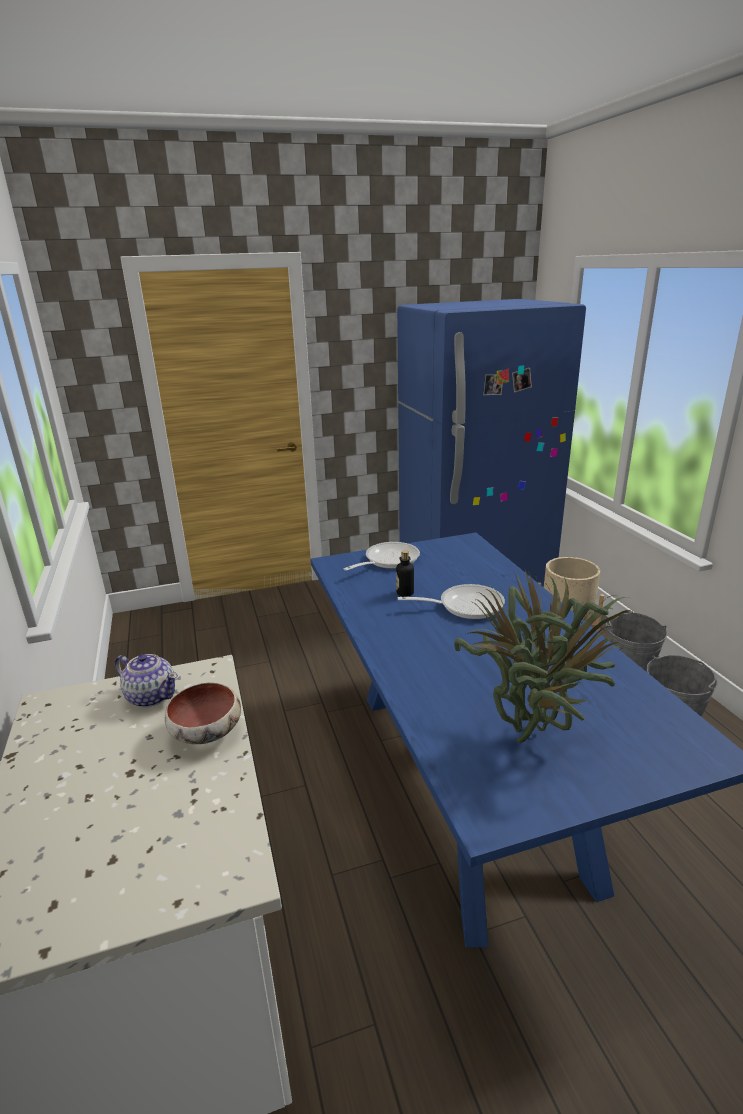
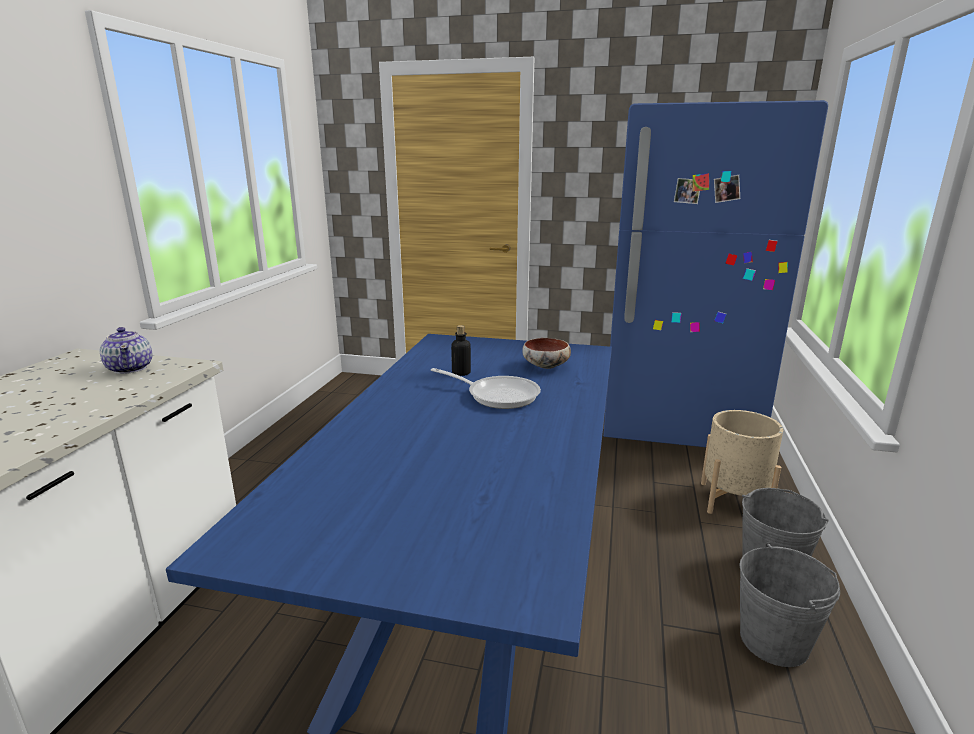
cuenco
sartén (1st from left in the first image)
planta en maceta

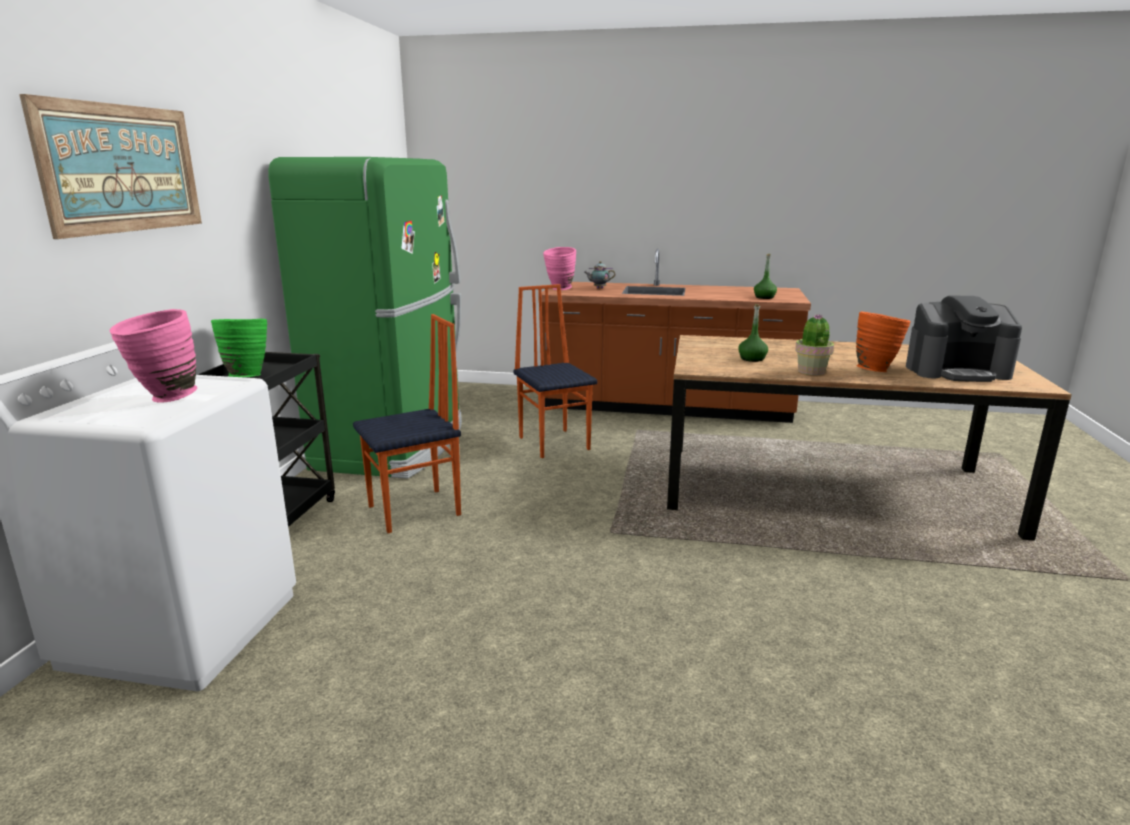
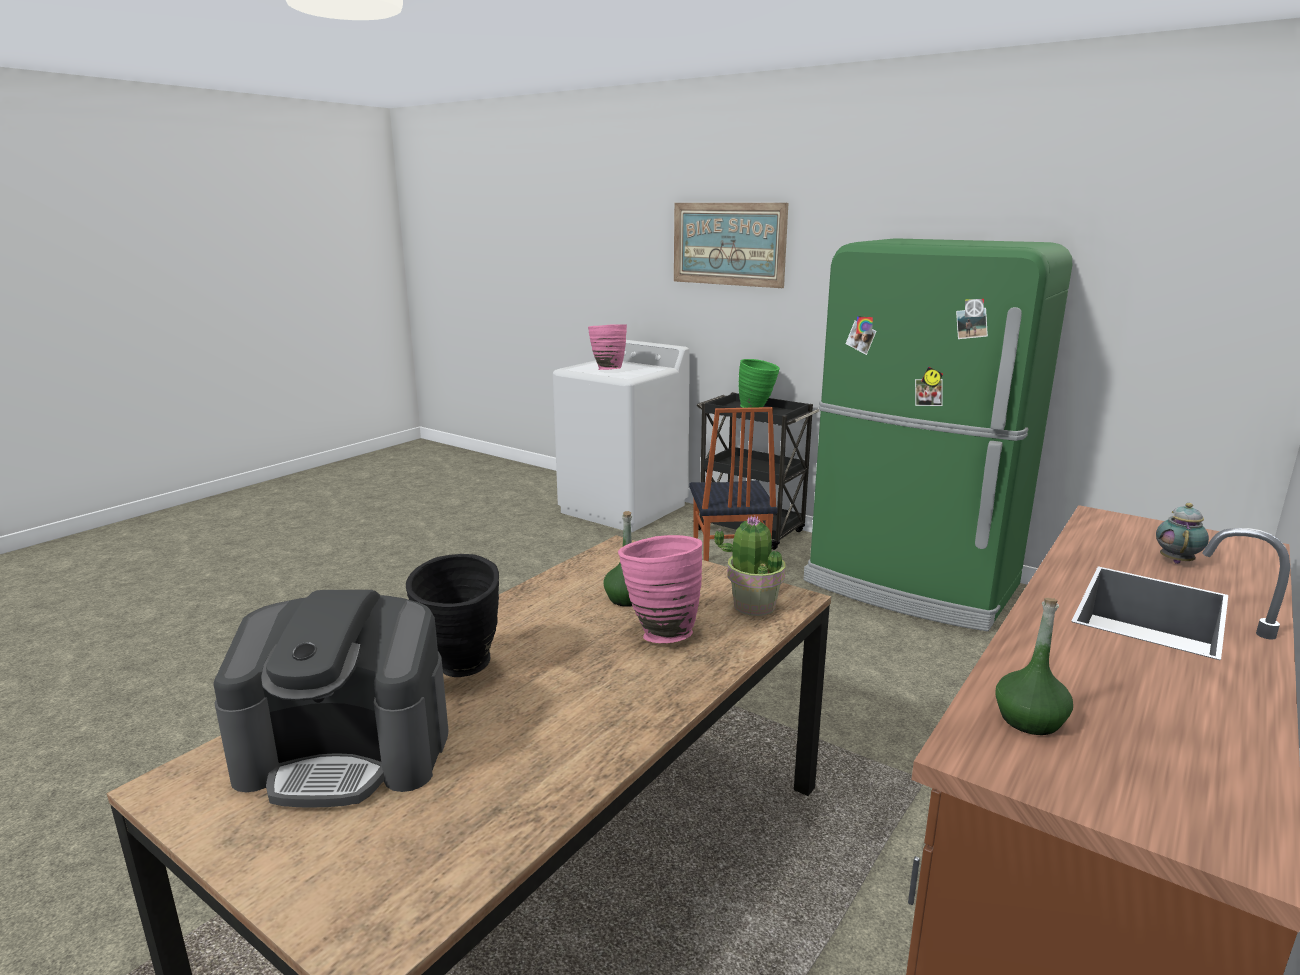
silla (2nd from left in the first image)
florero [rosa] (2nd from left)
planta en maceta
florero [negro]
cafetera

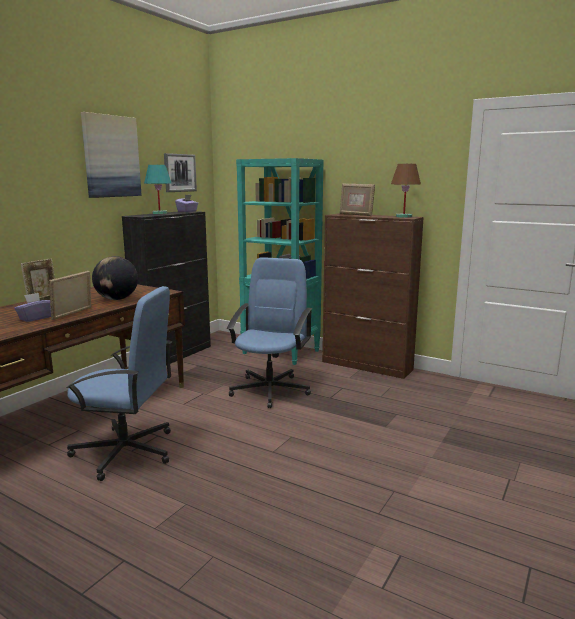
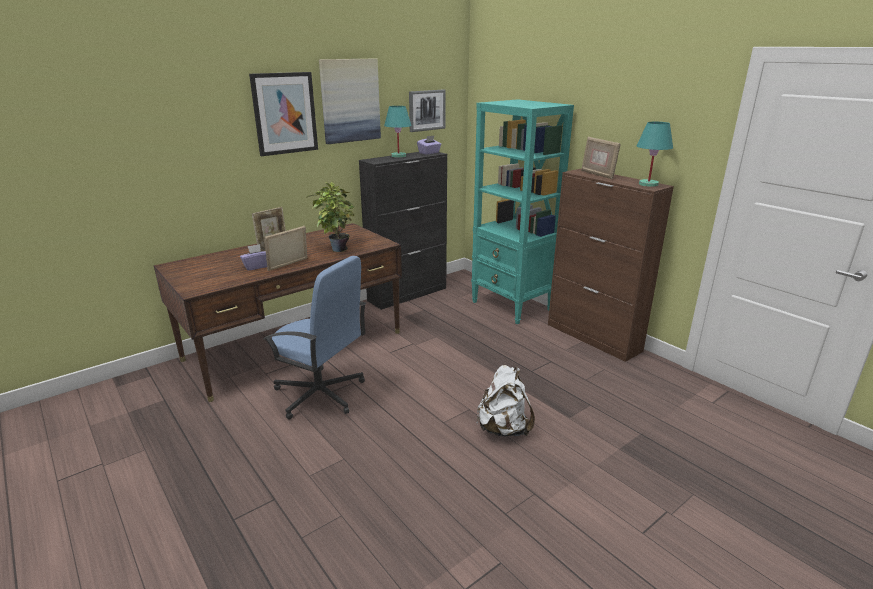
planta en maceta
silla de oficina [azul] (2nd from left in the first image)
lámpara de mesa [turquesa] (2nd from left)
cuadro (1st from left)
mochila [blanco]

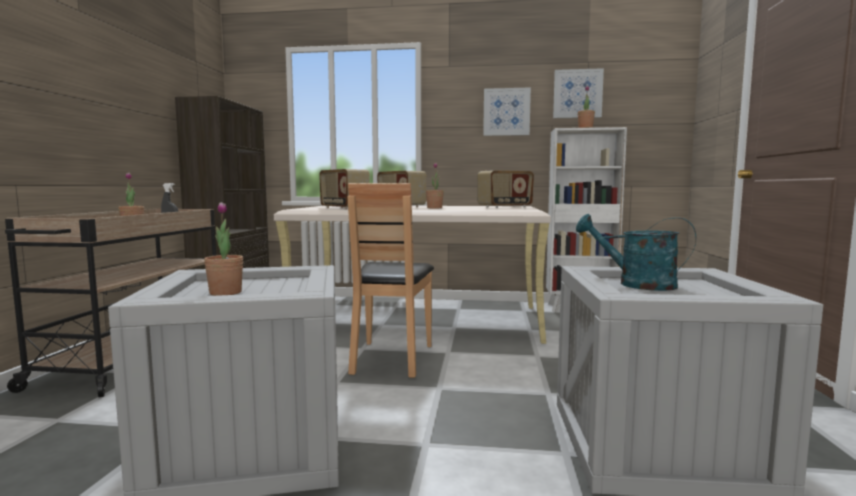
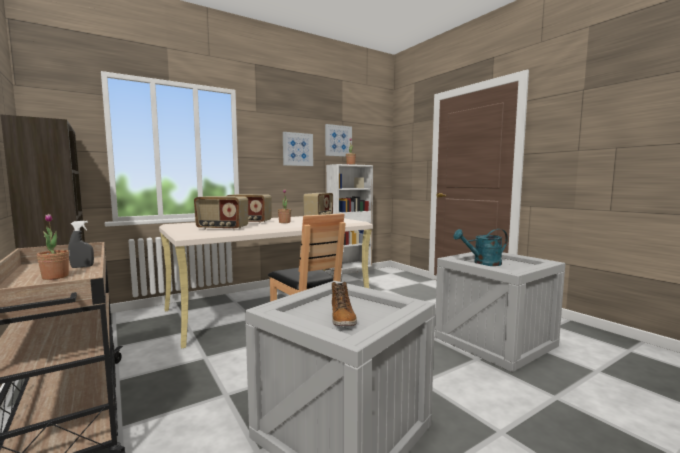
bota

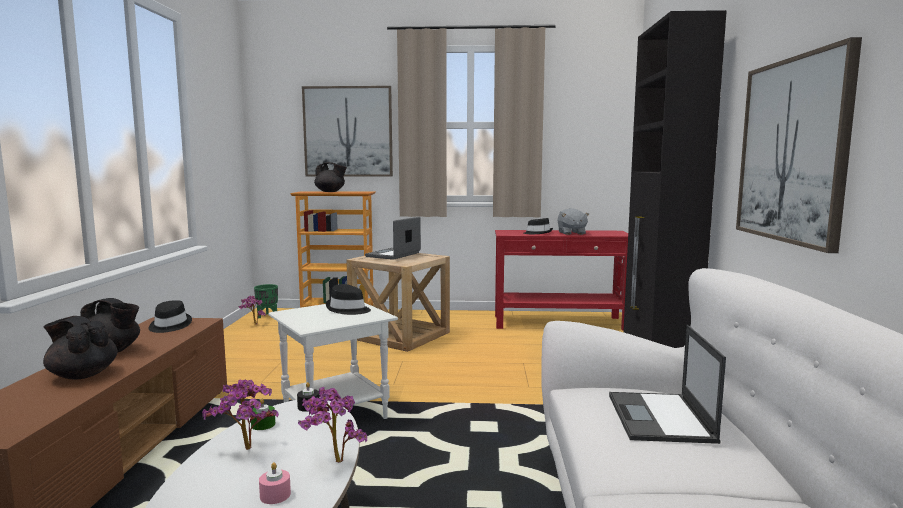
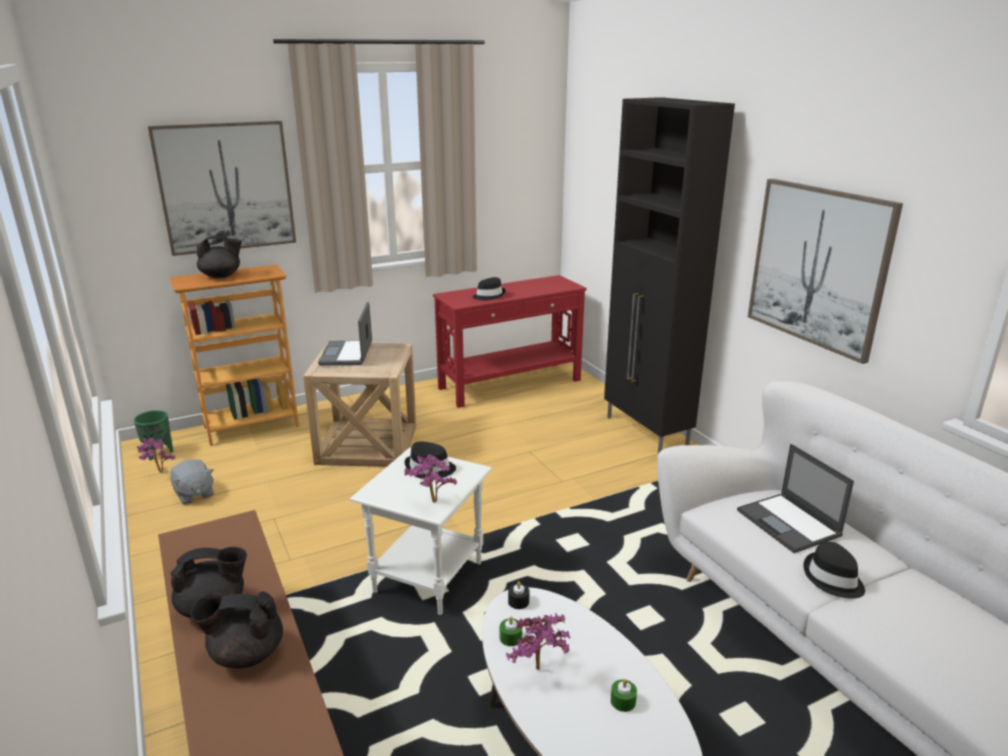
sombrero [negro] (3rd from left)
vela [verde] (2nd from left)
planta en maceta (2nd from left)
peluche [gris]

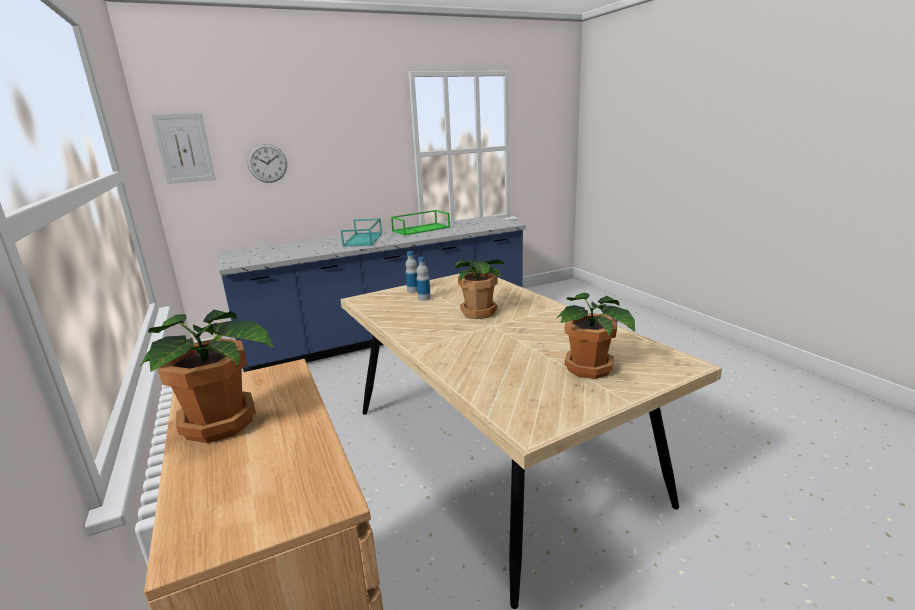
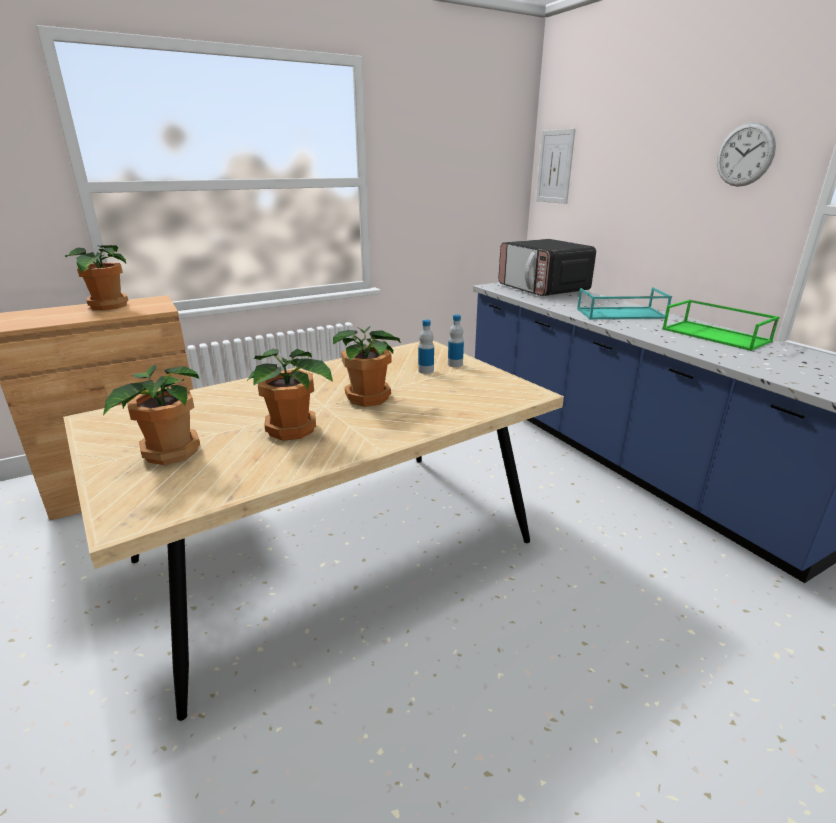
reloj de pared
planta en maceta (3rd from left)
microondas

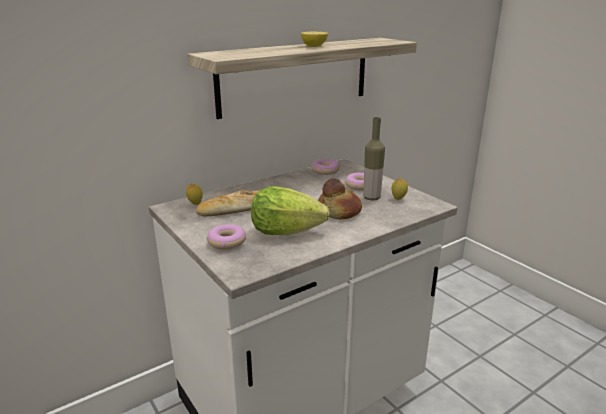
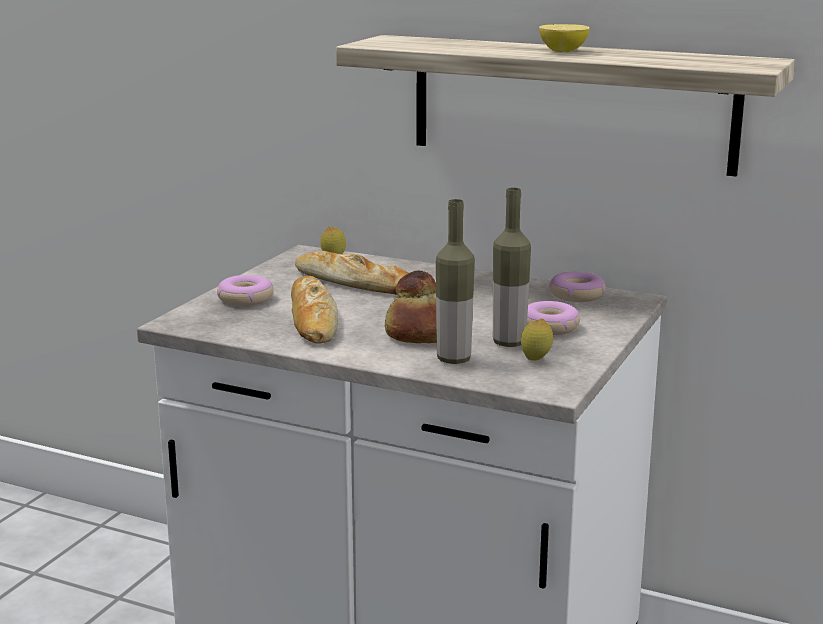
pan (1st from left)
botella (1st from left)

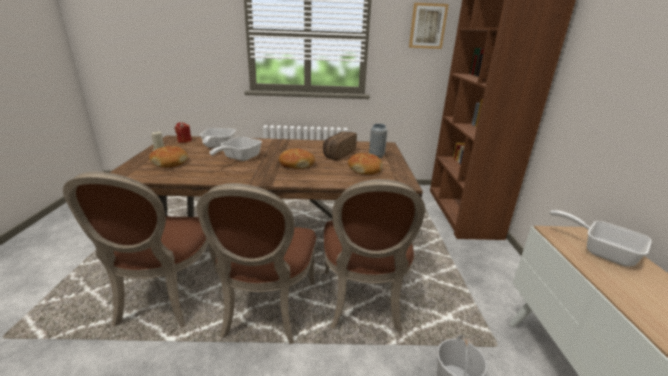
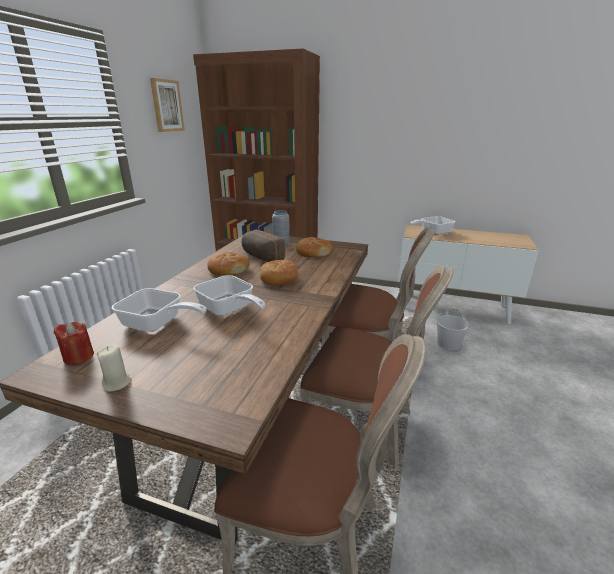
pan (1st from left)

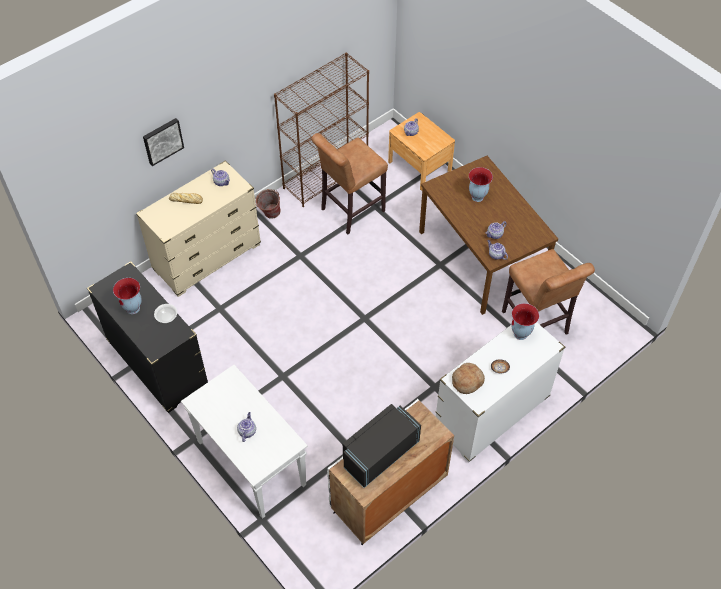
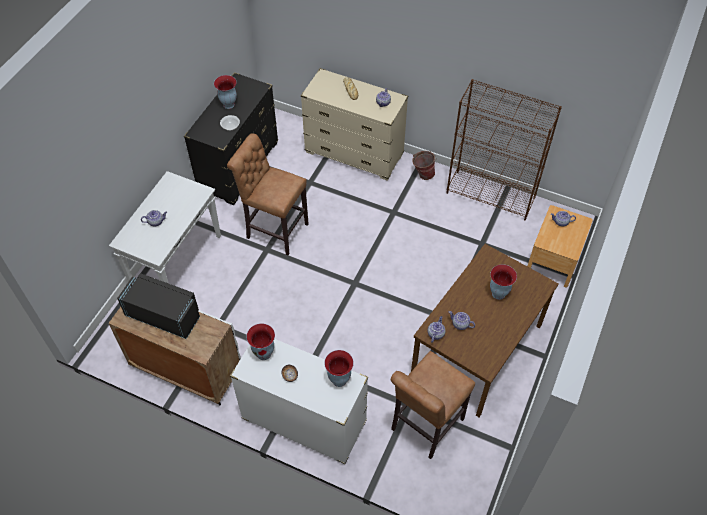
cuadro
taburete [marrón] (1st from left)
florero (2nd from left)

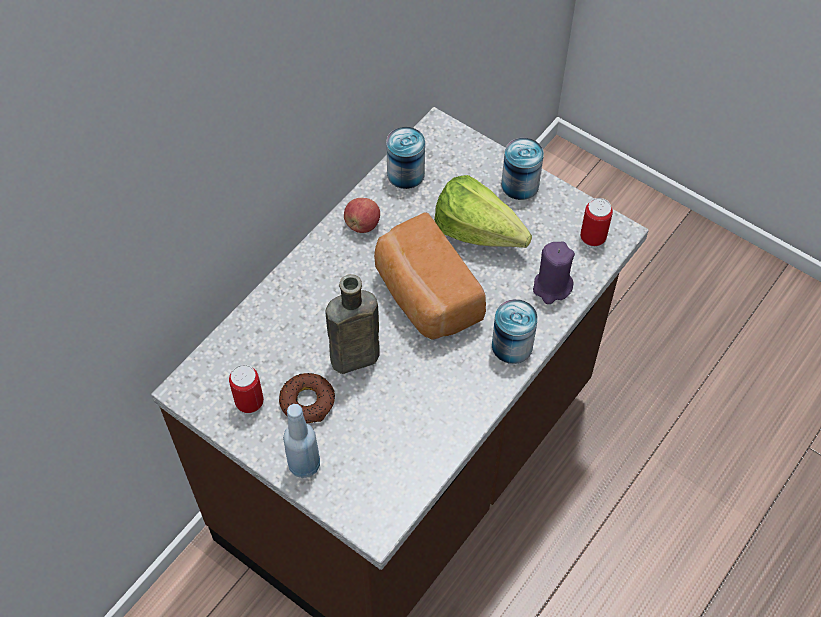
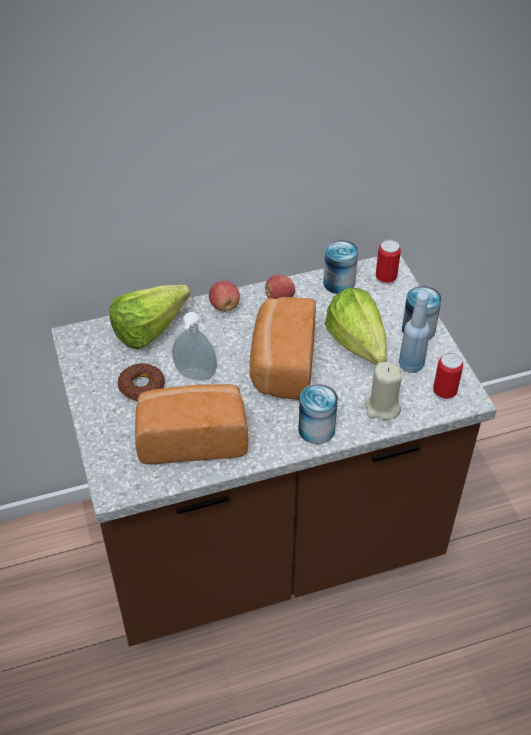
lata (3rd from left)
botella [azul]
dispensador de jabón
vela [beis]
lechuga (1st from left)
pan (1st from left)
manzana (1st from left)

